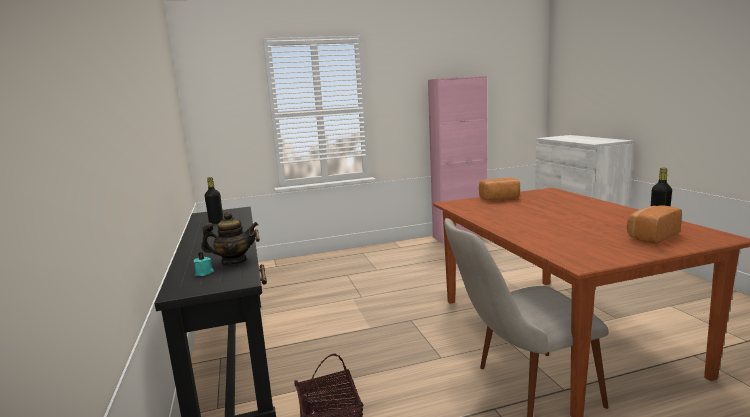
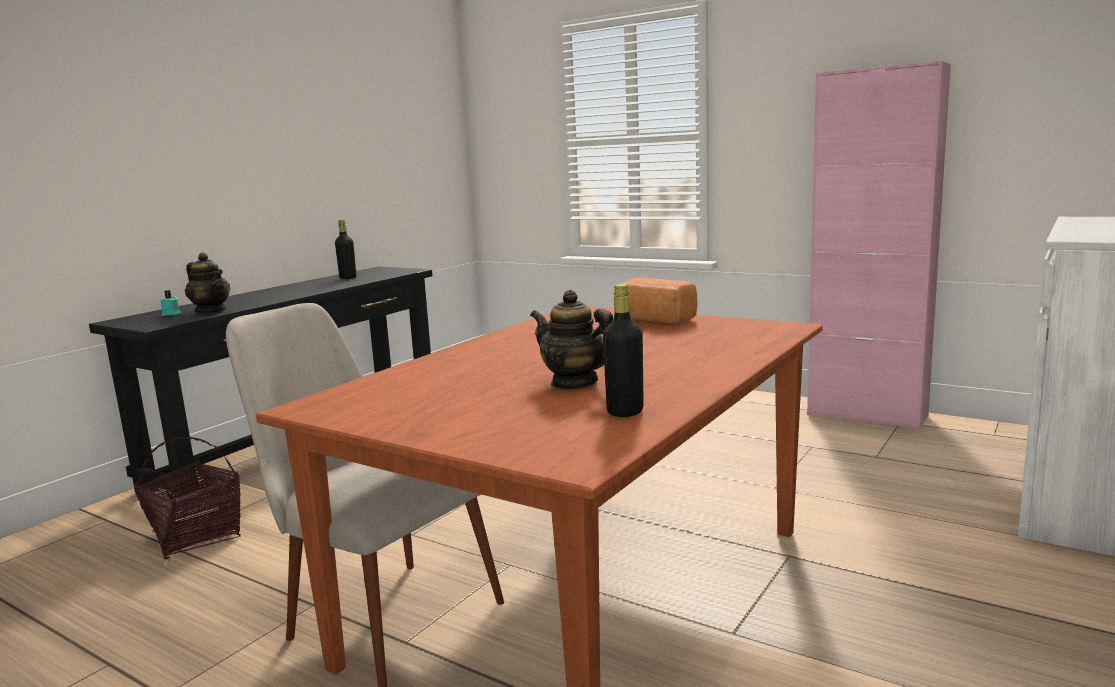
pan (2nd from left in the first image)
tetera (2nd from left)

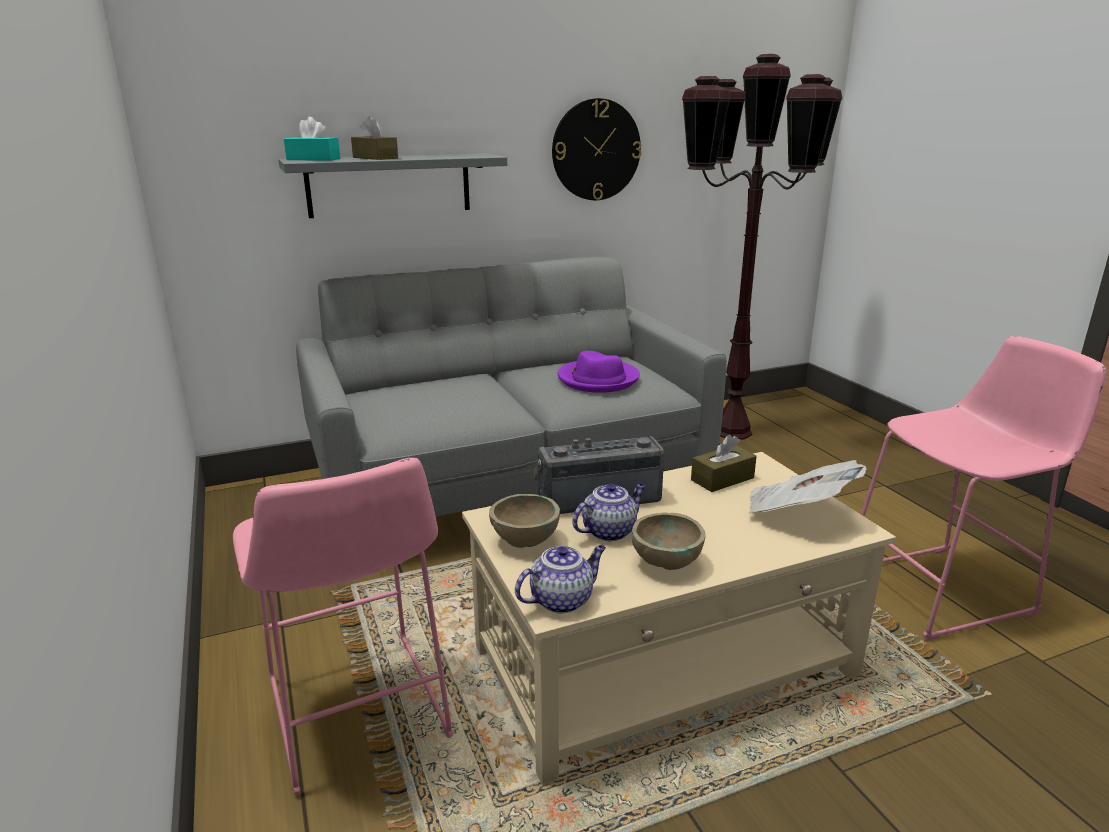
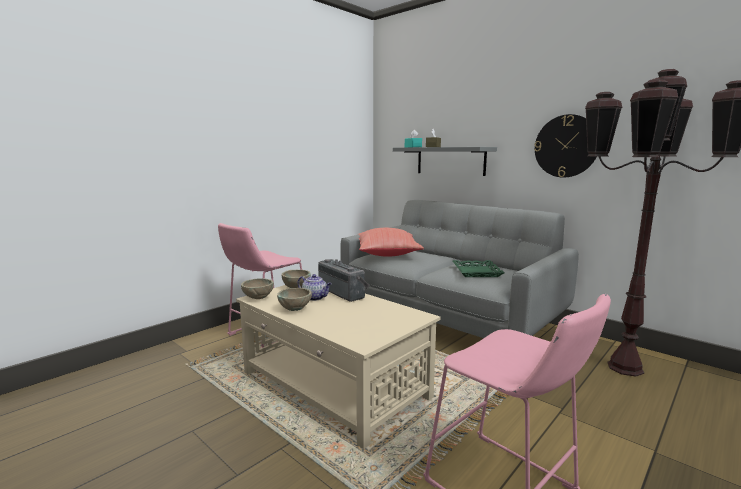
cuenco [beis] (1st from left)
bandeja [verde]
caja de pañuelos [marrón] (2nd from left in the first image)
periódico
cojín [rojo]

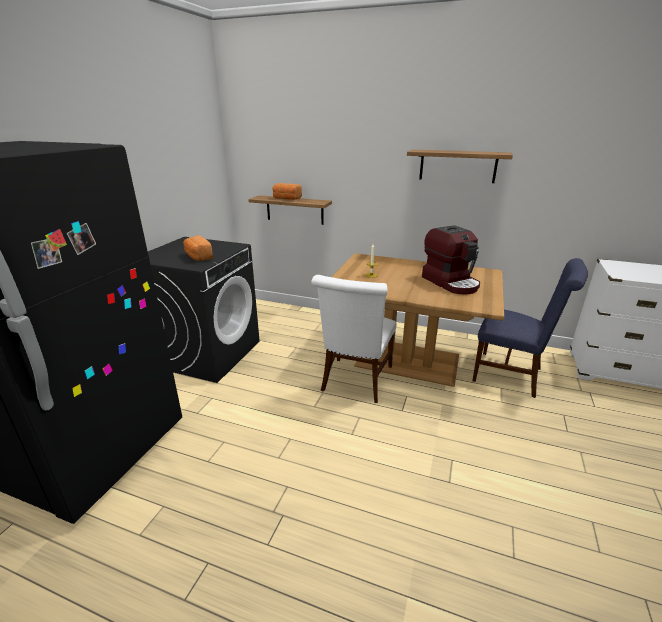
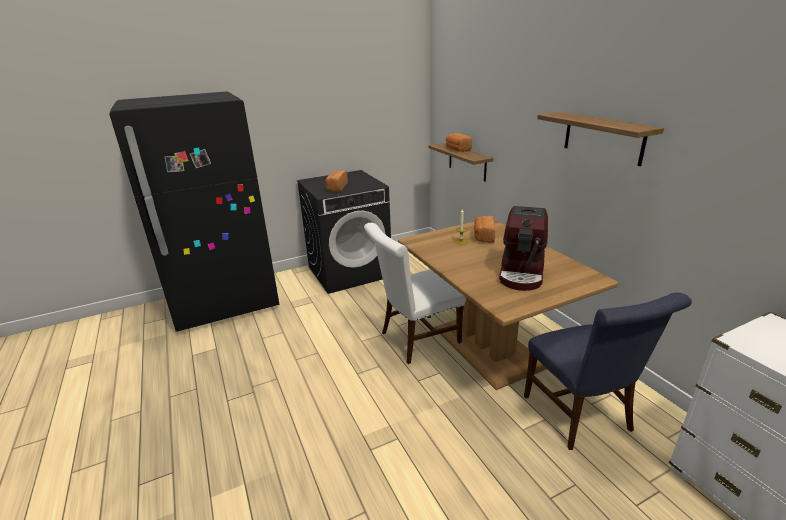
pan (3rd from left)

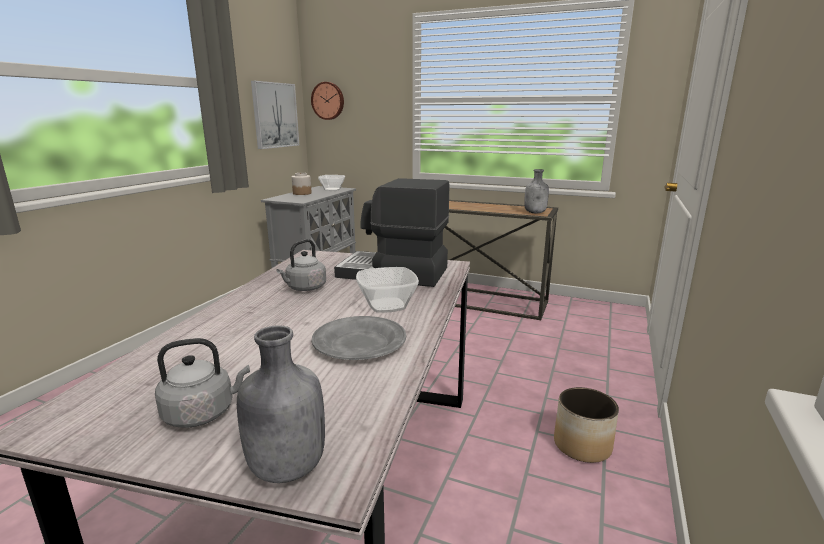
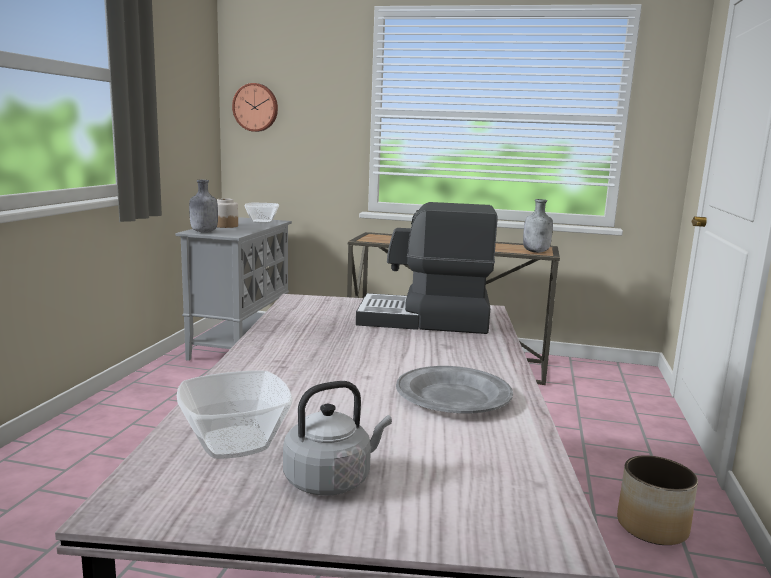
botella [gris] (1st from left)
cuadro
hervidor [gris] (2nd from left in the first image)
cuenco (1st from left)

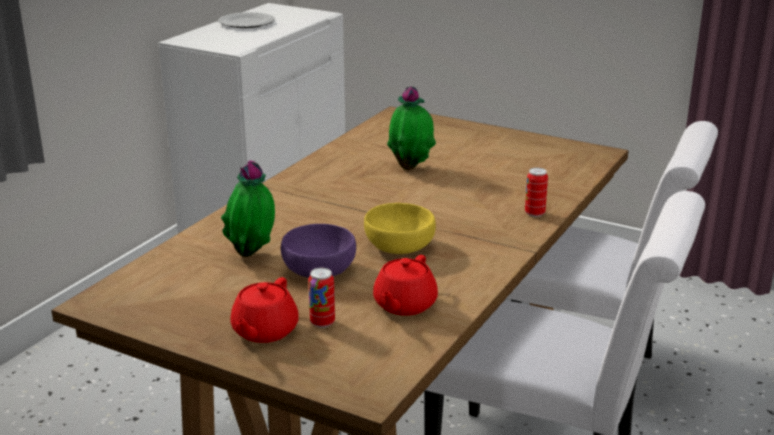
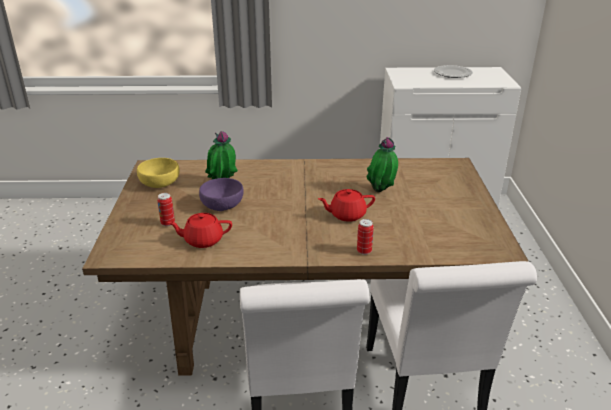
tetera [rojo] (2nd from left)
cuenco [amarillo]

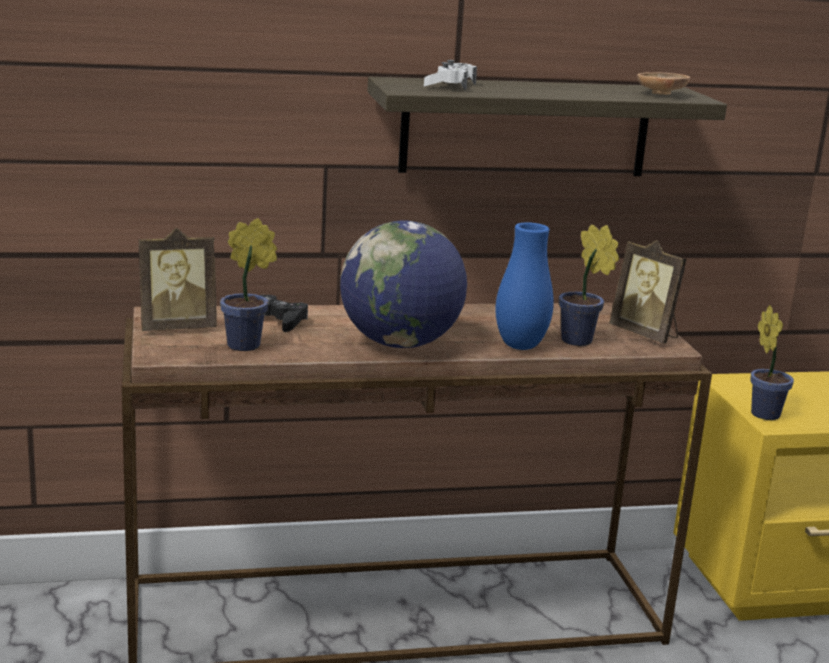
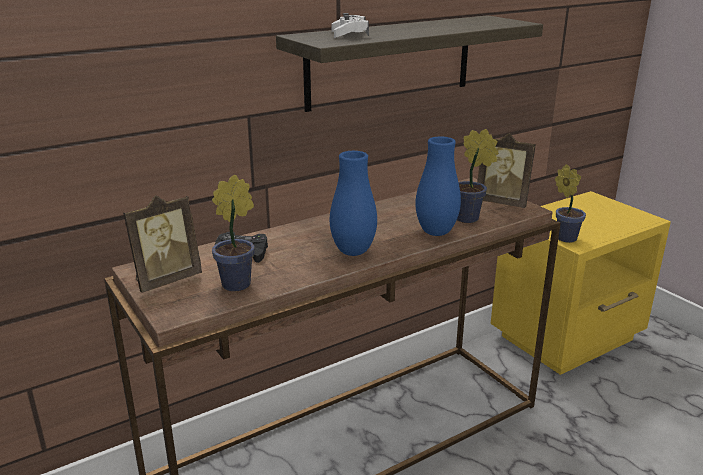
florero [azul] (1st from left)
cuenco [marrón]

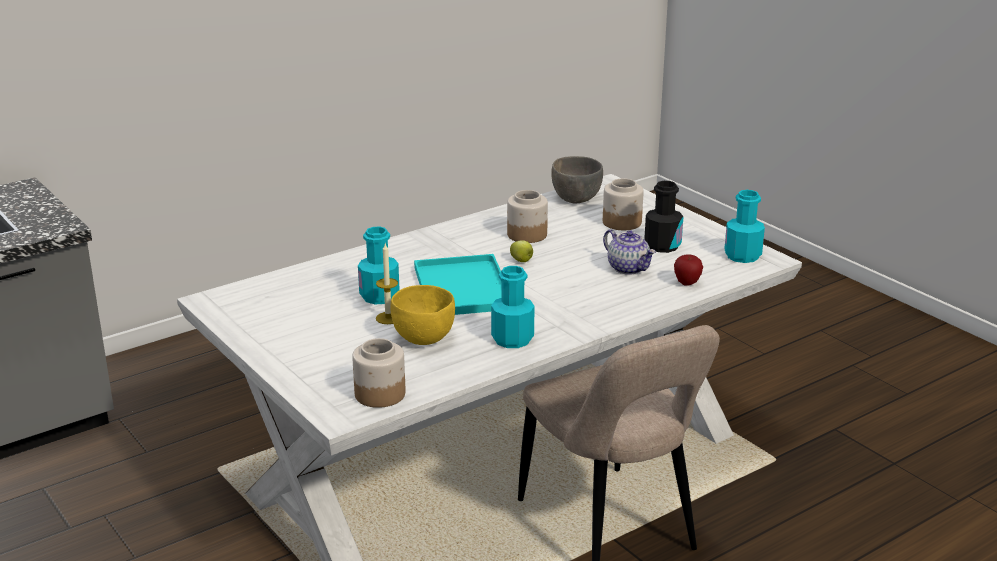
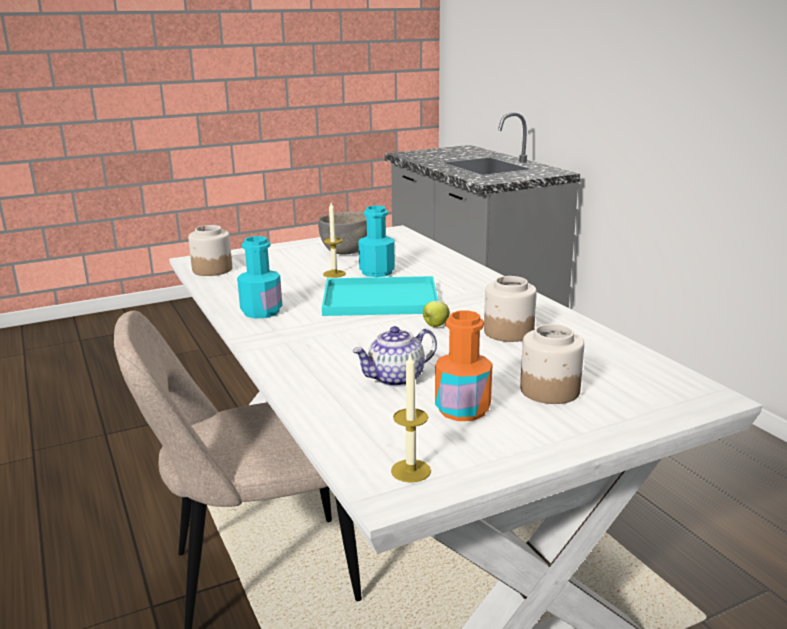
cuenco [amarillo]
cuenco [gris]
botella [naranja]
manzana (2nd from left in the first image)
vela (2nd from left)

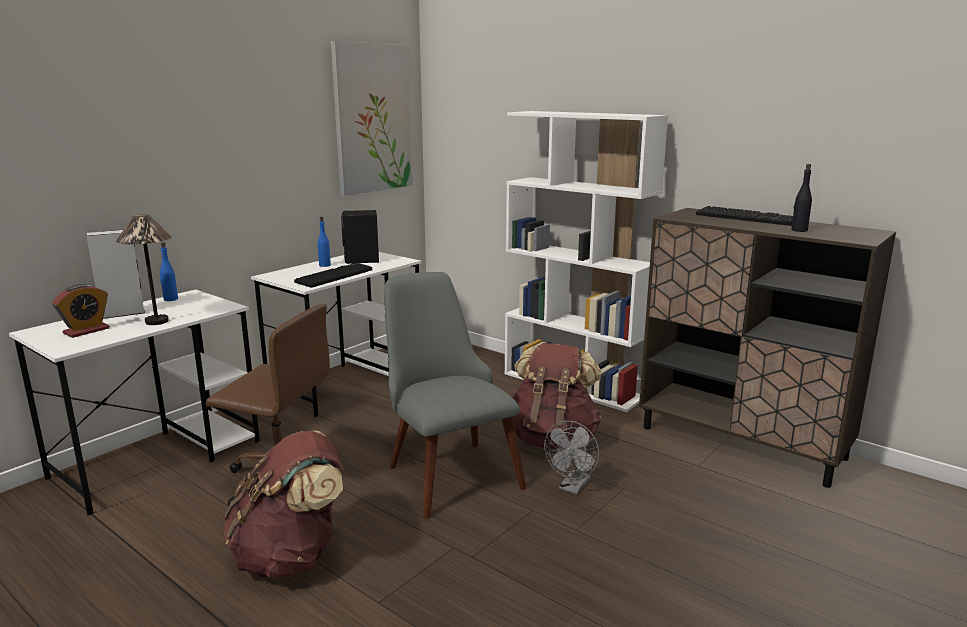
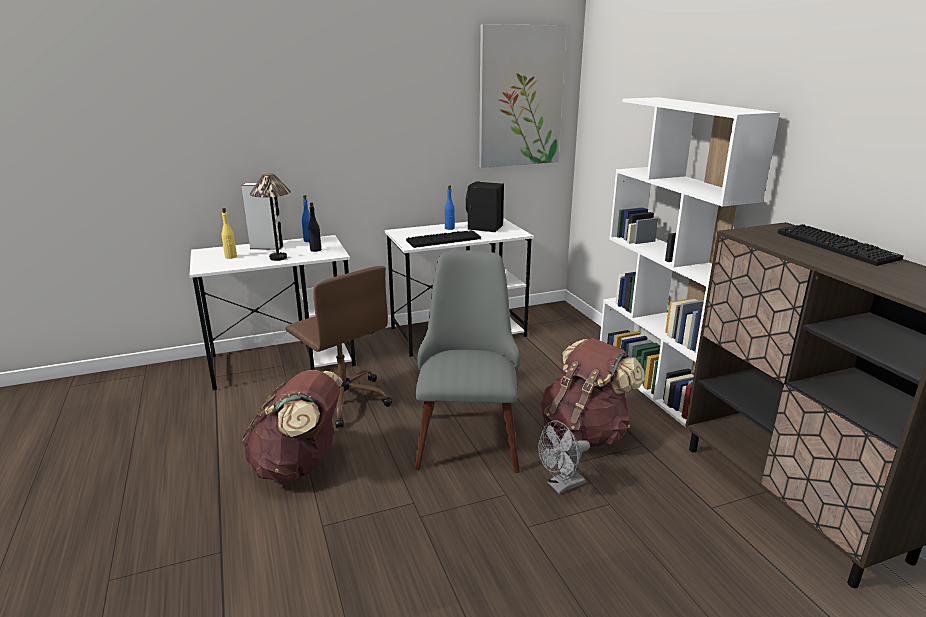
botella [amarillo]
botella [negro]

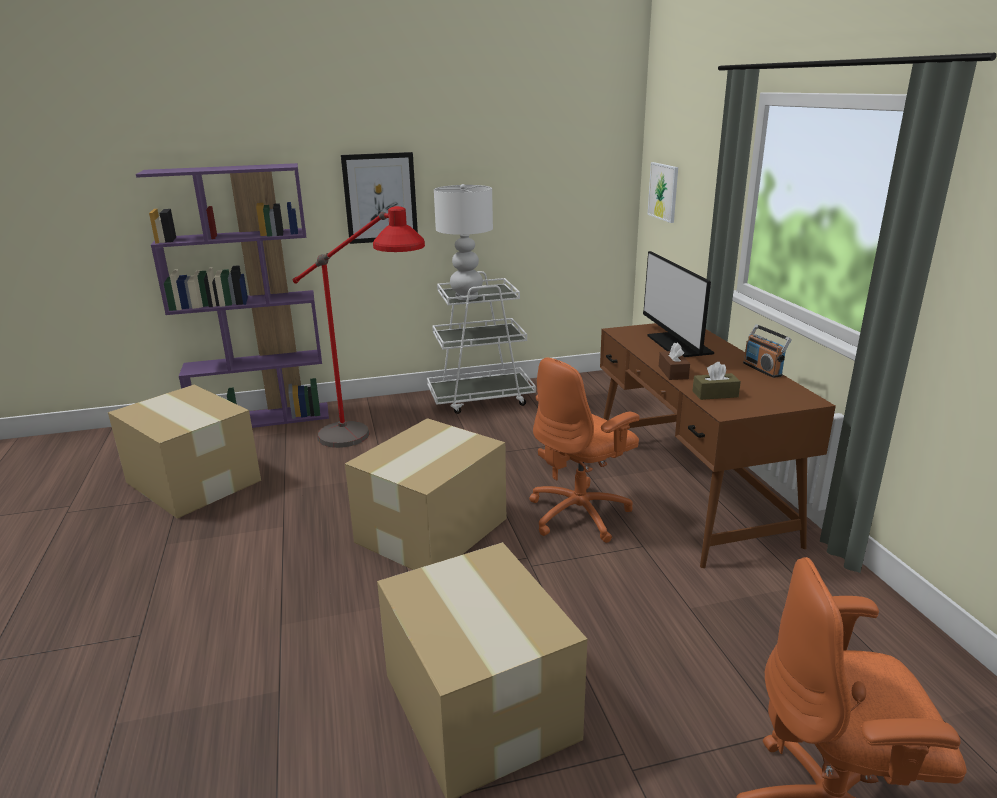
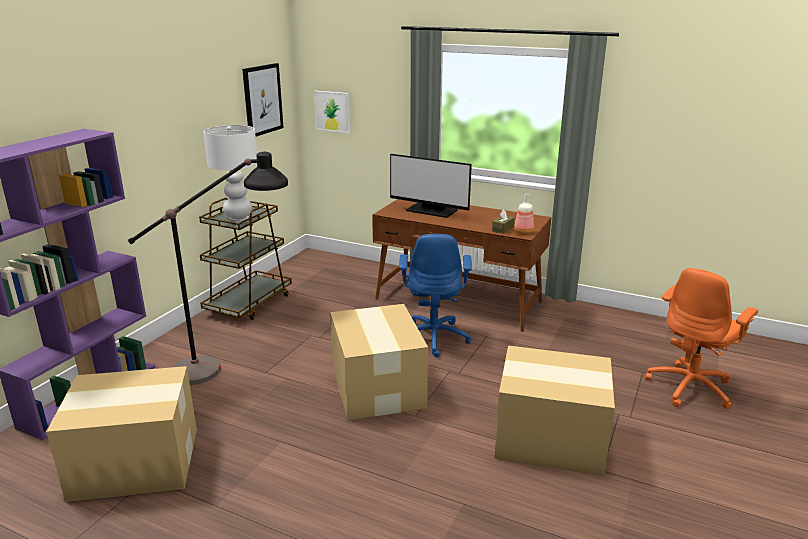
lámpara de pie [negro]
cuadro (1st from left)
carrito [marrón]
silla de oficina [azul]
caja de pañuelos [marrón] (1st from left in the first image)
radio
botella

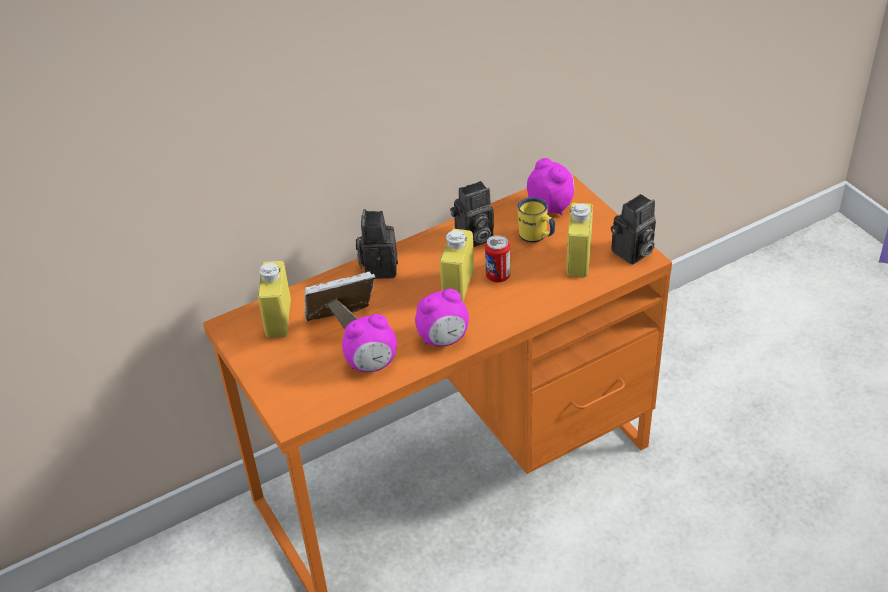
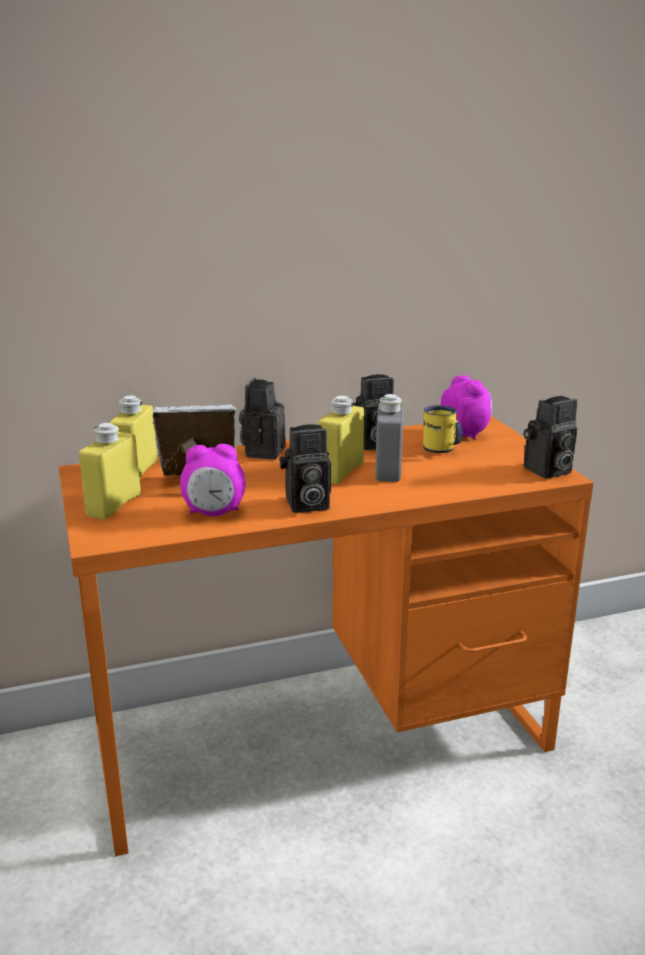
cámara (2nd from left)
botella [gris]
botella [amarillo] (1st from left)

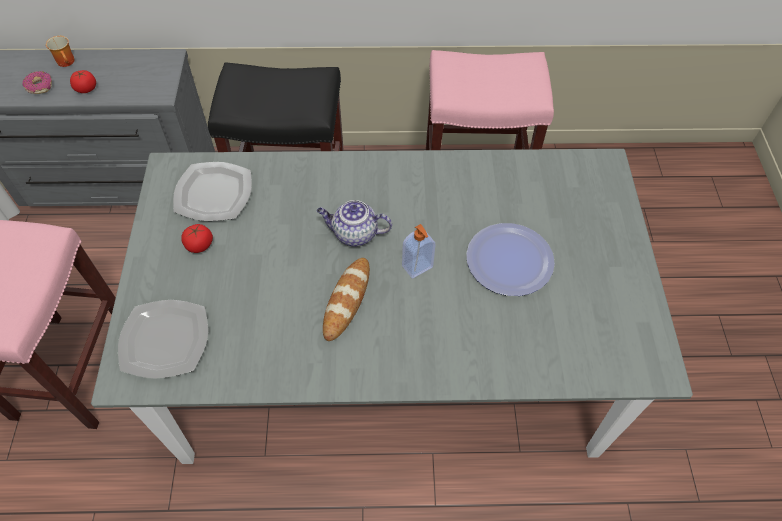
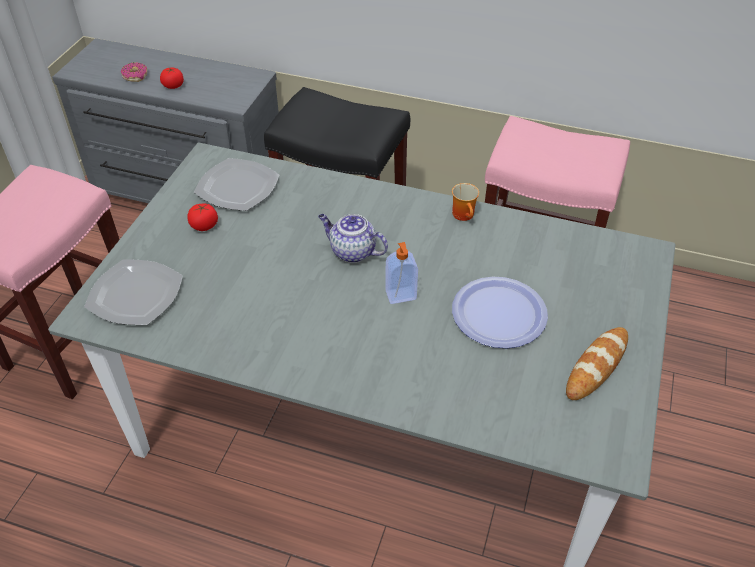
taza grande
pan

